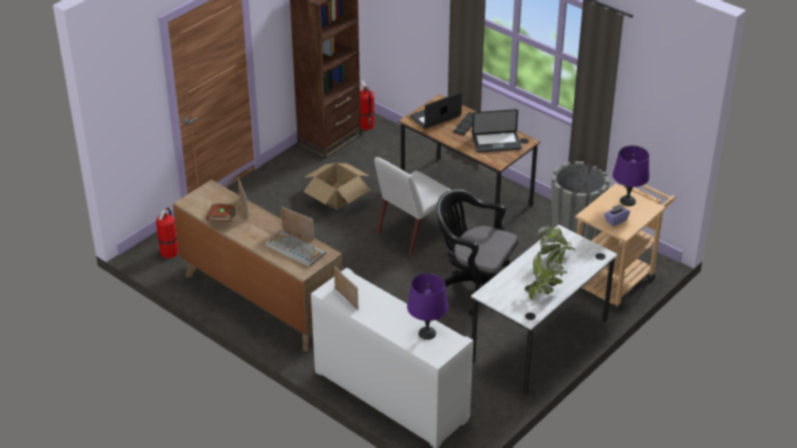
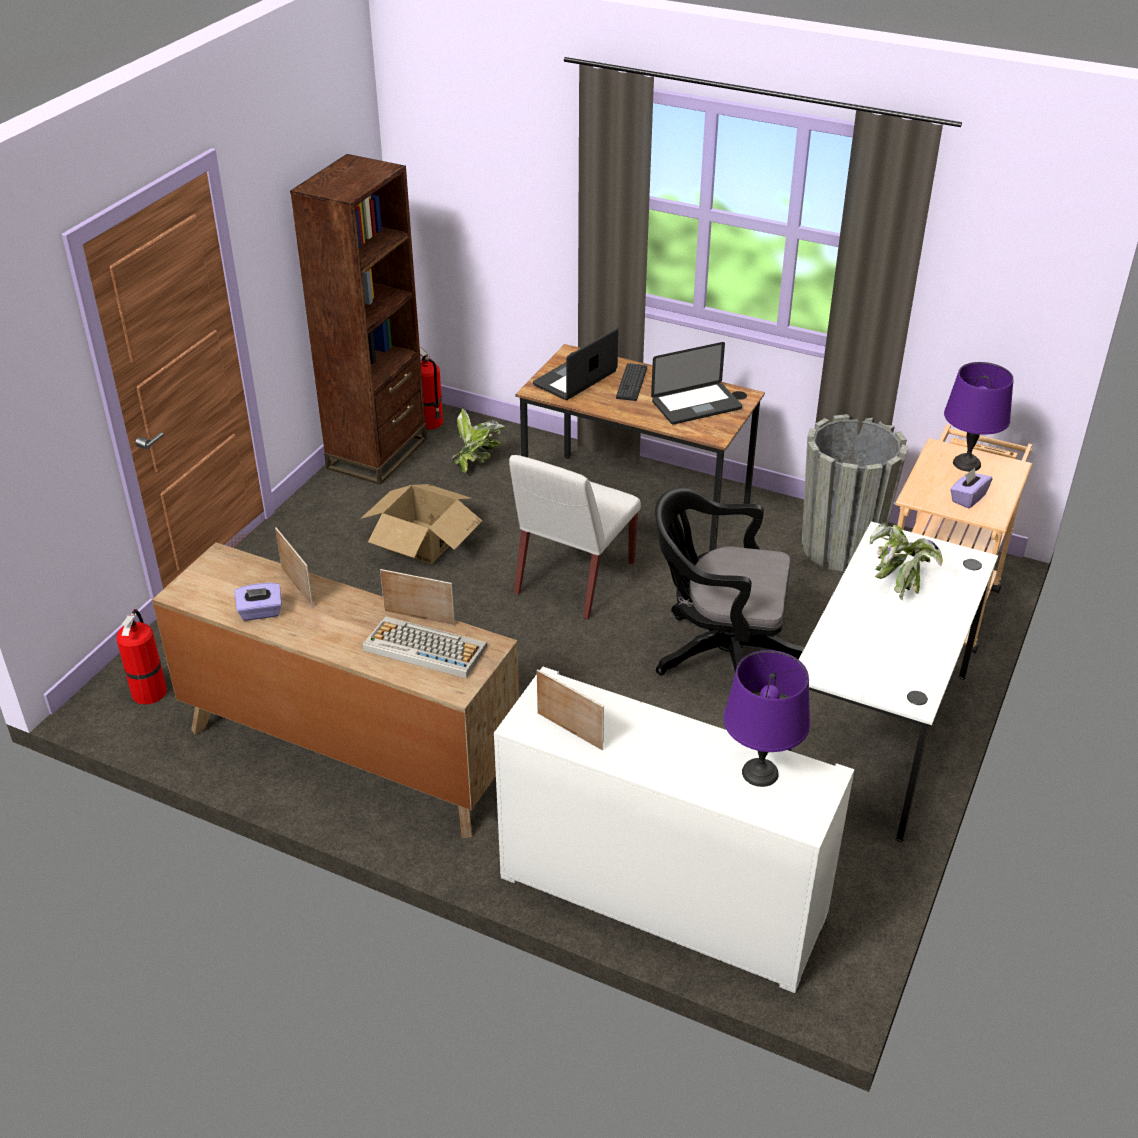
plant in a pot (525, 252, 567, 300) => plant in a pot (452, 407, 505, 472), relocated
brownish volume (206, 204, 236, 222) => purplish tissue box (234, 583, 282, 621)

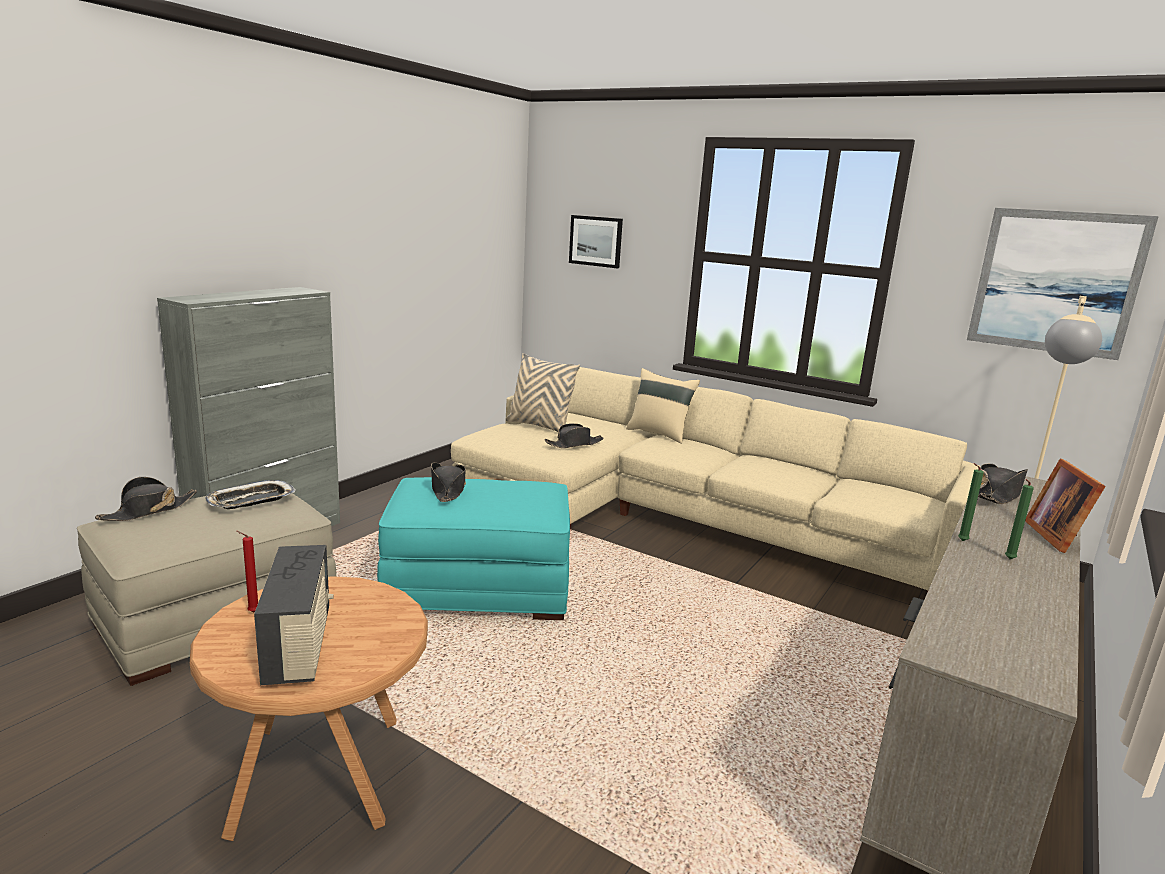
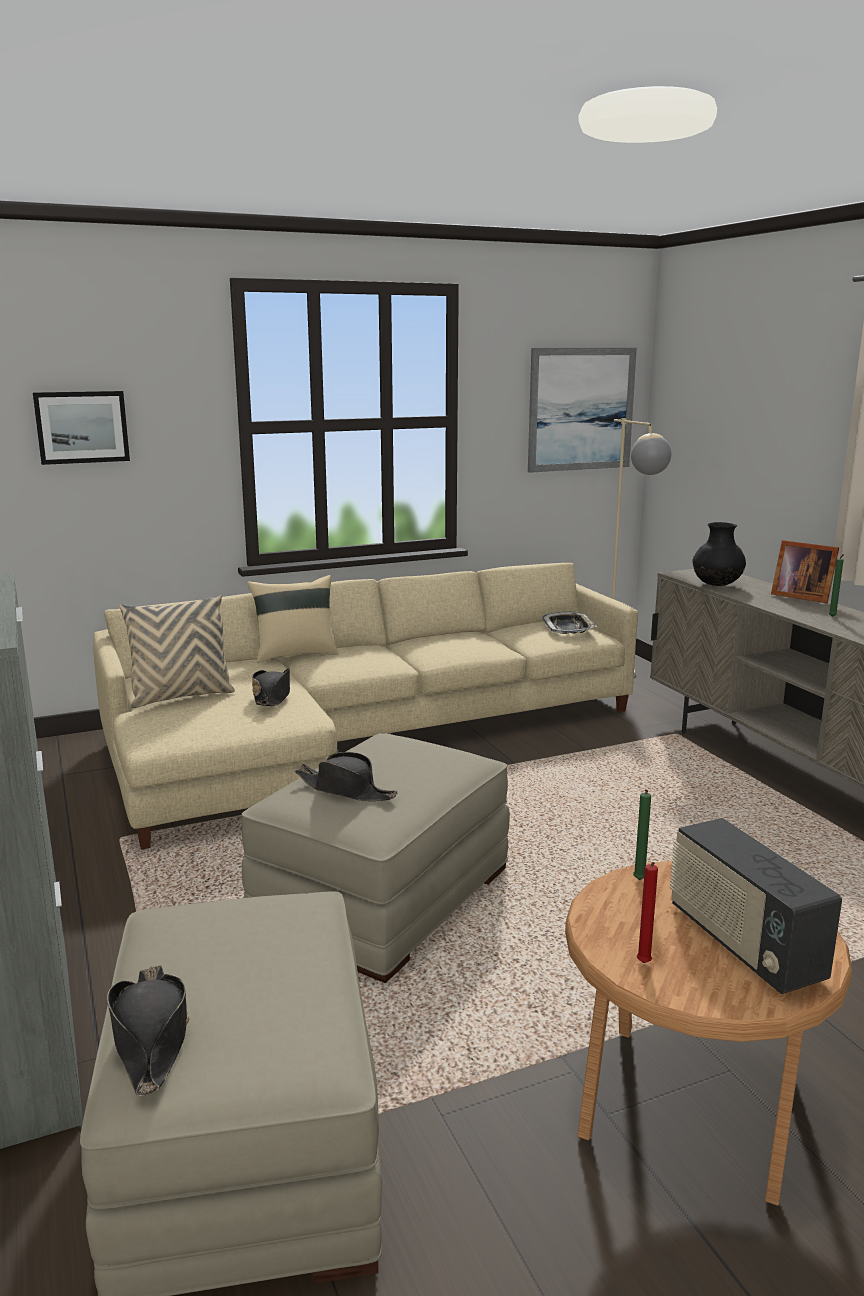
serving tray (206, 480, 296, 509) => serving tray (542, 612, 597, 634), relocated
greenish wax candle (958, 463, 984, 541) => greenish wax candle (633, 789, 651, 880), relocated
blackish hat (978, 463, 1028, 504) => blackish vase (693, 522, 746, 586)
blue-green footrest (377, 477, 570, 620) => beige-coloured footrest (241, 733, 510, 983)
radio receiver (254, 545, 334, 685) => radio receiver (670, 818, 842, 994), 135 degrees counterclockwise

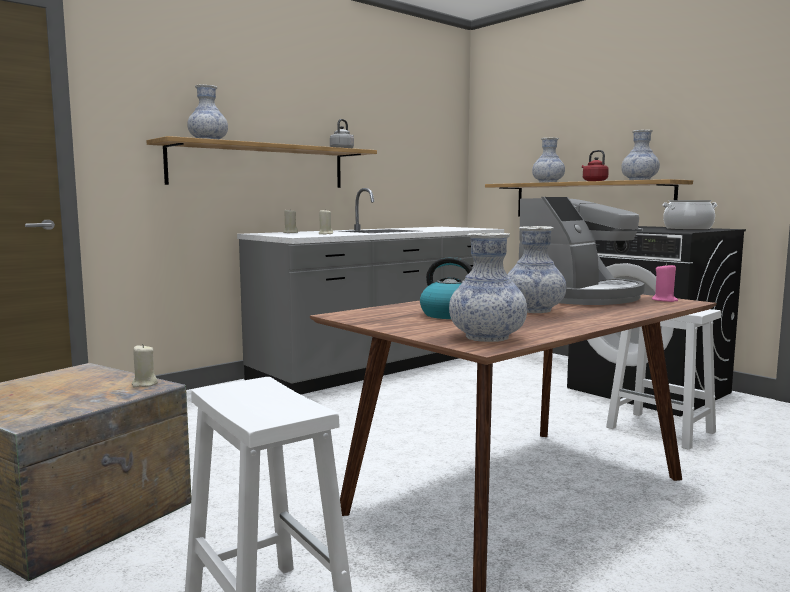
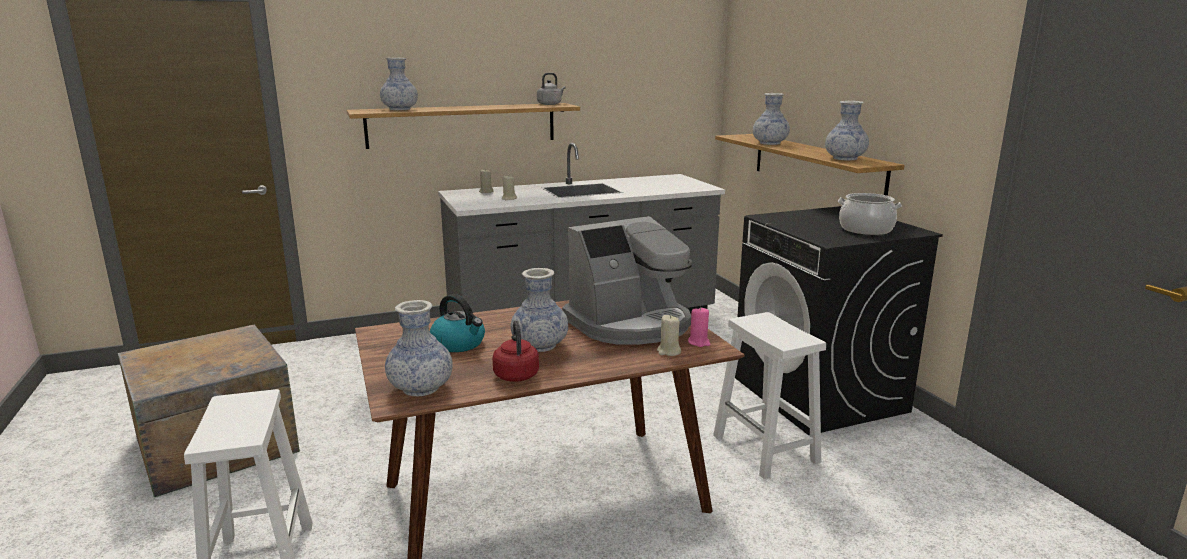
beige-coloured wax candle (132, 344, 158, 387) => beige-coloured wax candle (657, 315, 681, 356), relocated
red tea kettle (582, 150, 609, 181) => red tea kettle (493, 320, 539, 382), relocated

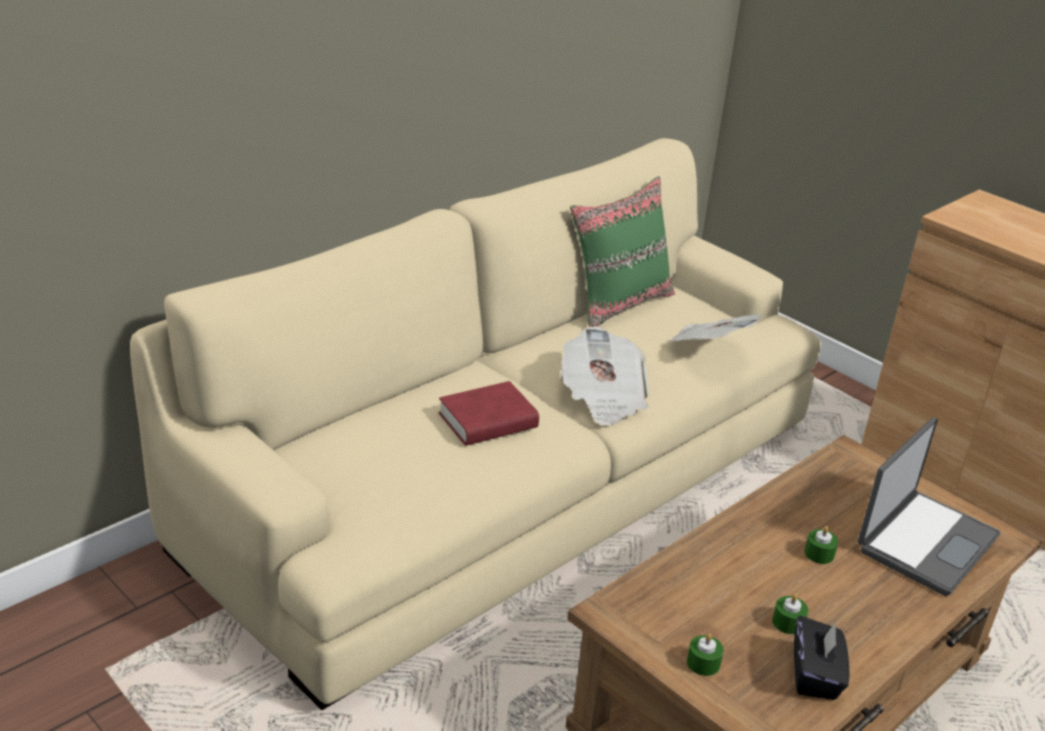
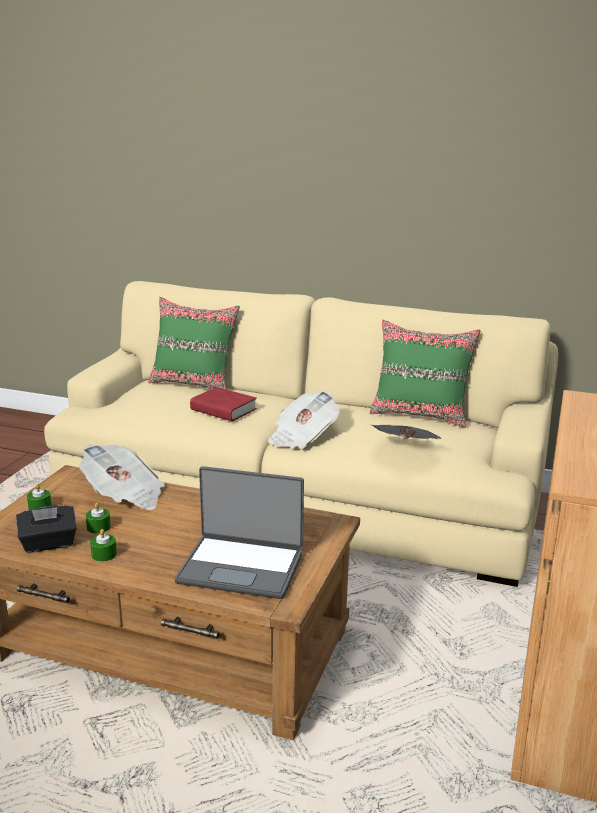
nothing => daily paper (79, 444, 165, 510)
nothing => greenish throw pillow (148, 297, 240, 390)
greenish wax candle (804, 526, 838, 564) => greenish wax candle (90, 529, 117, 562), relocated

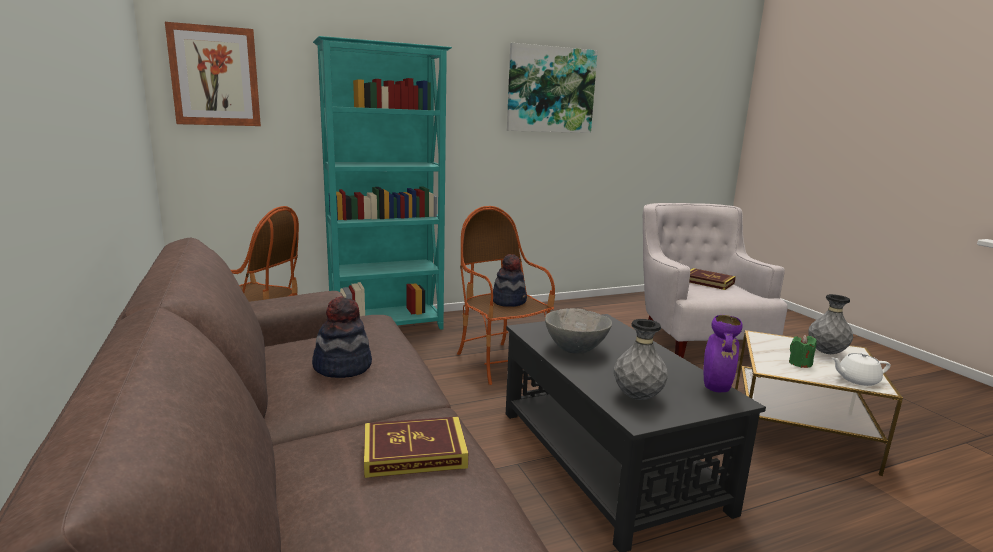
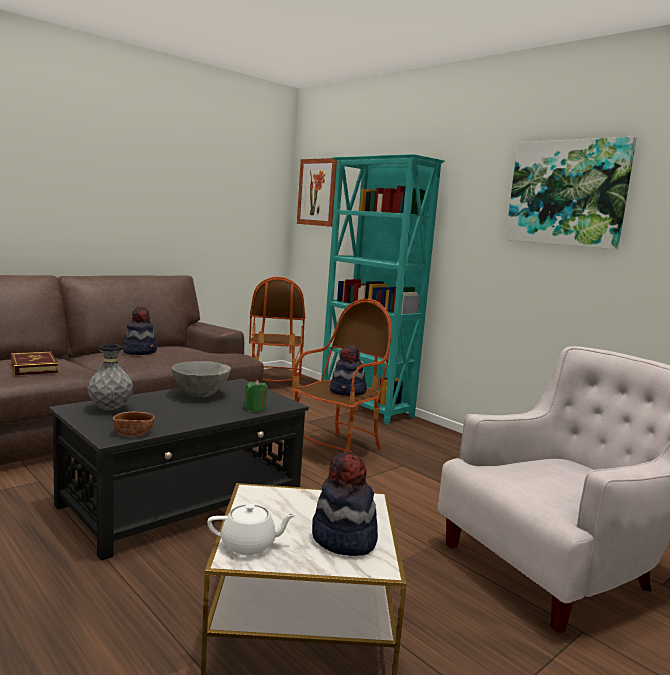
volume (689, 268, 736, 290) => nothing
greenish wax candle (789, 335, 817, 368) => greenish wax candle (244, 380, 268, 412), relocated
purplish vase (703, 315, 742, 392) => brownish deep dish (113, 412, 154, 436)
greyish vase (808, 294, 853, 354) => hat (312, 452, 378, 556)
white tea pot (832, 352, 890, 386) => white tea pot (207, 504, 297, 555), 105 degrees clockwise

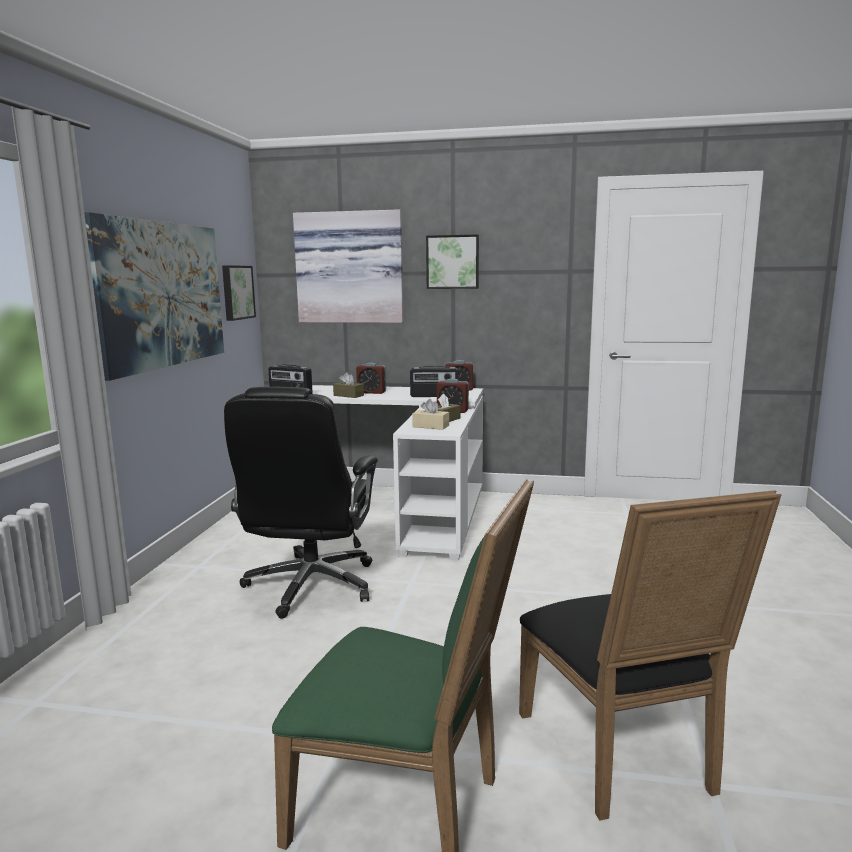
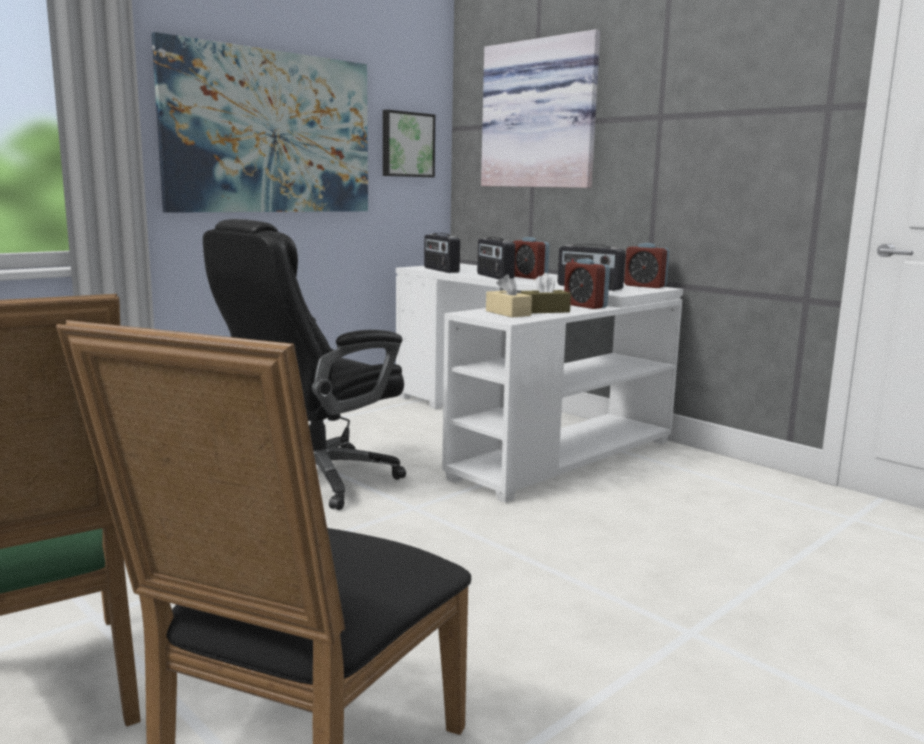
wall art (426, 234, 479, 289) => nothing
brownish tissue box (333, 372, 364, 398) => radio receiver (477, 237, 515, 280)

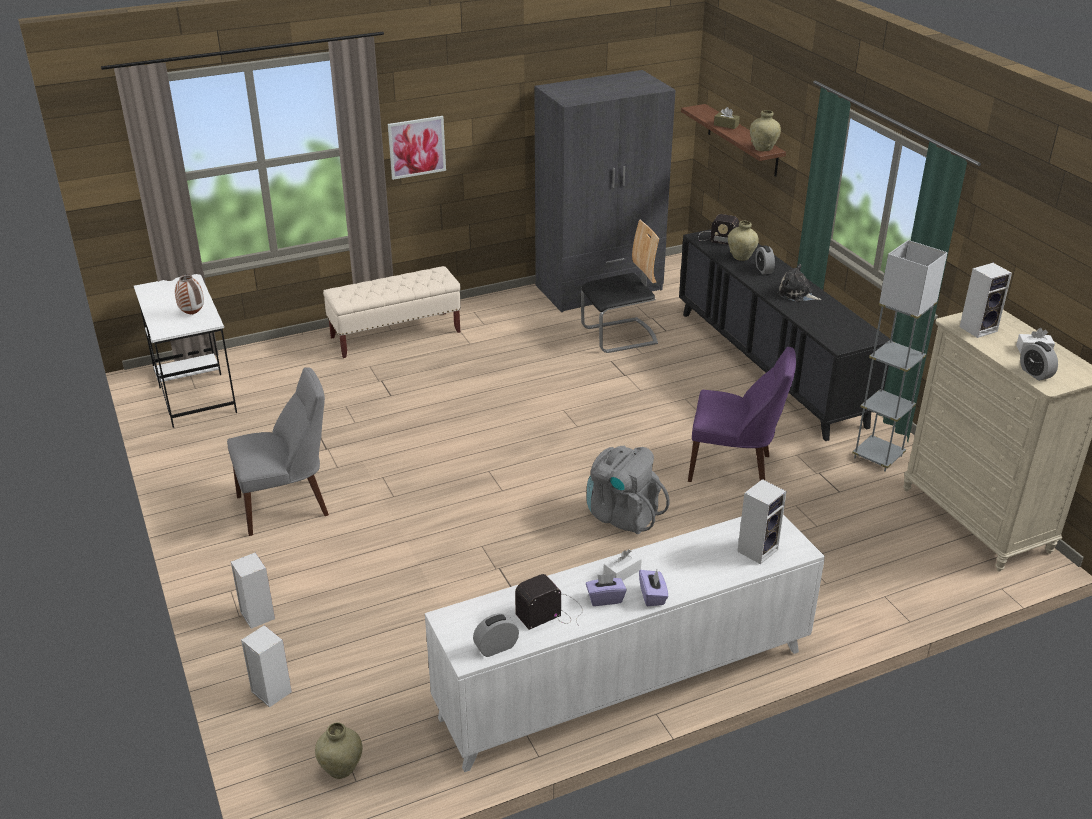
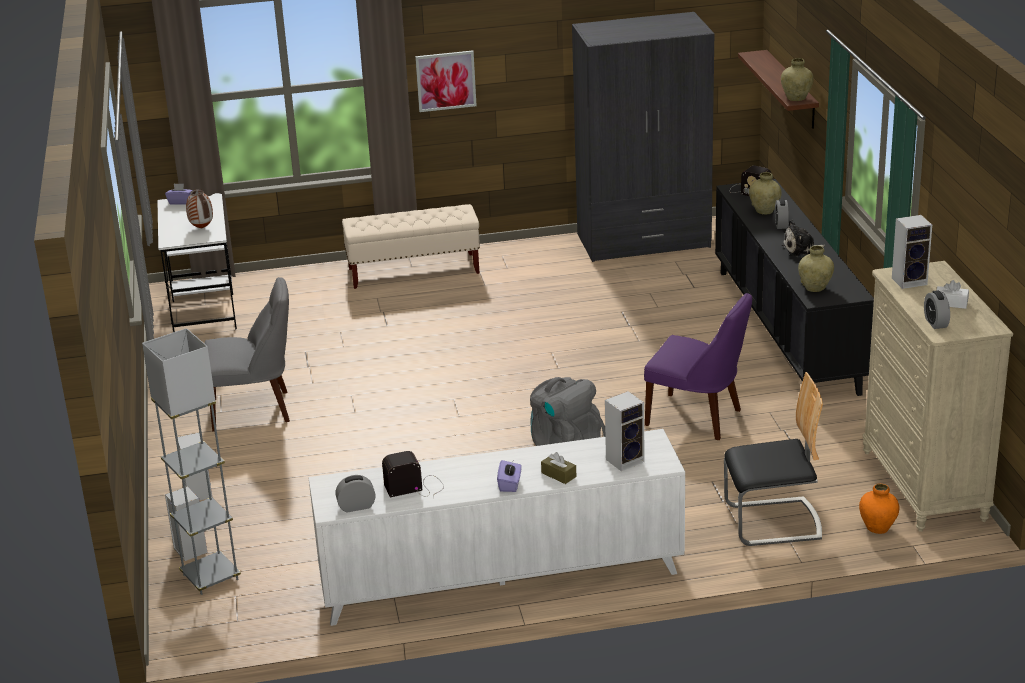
white tissue box (603, 549, 642, 581) => nothing
nothing => orange vase (859, 484, 899, 534)
beige-coloured vase (315, 722, 363, 779) => beige-coloured vase (798, 246, 834, 292), relocated
chair (581, 219, 659, 353) => chair (724, 372, 823, 546), relocated
purplish tissue box (586, 574, 627, 606) => purplish tissue box (165, 184, 192, 205), relocated
brownish tissue box (714, 107, 740, 129) => brownish tissue box (541, 452, 576, 484), relocated
greyish standard lamp (852, 240, 948, 472) => greyish standard lamp (142, 328, 241, 595), relocated
plush toy (778, 264, 821, 302) => plush toy (782, 220, 825, 258), 60 degrees counterclockwise

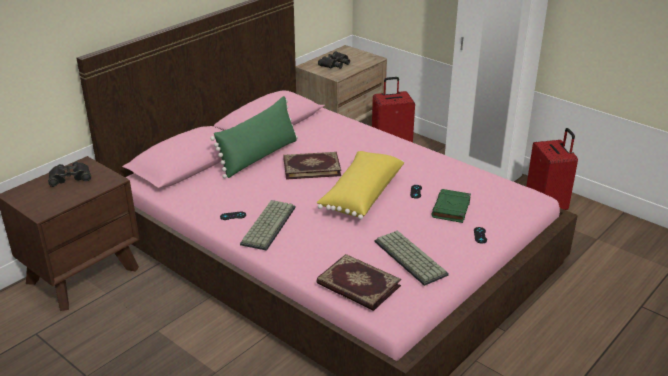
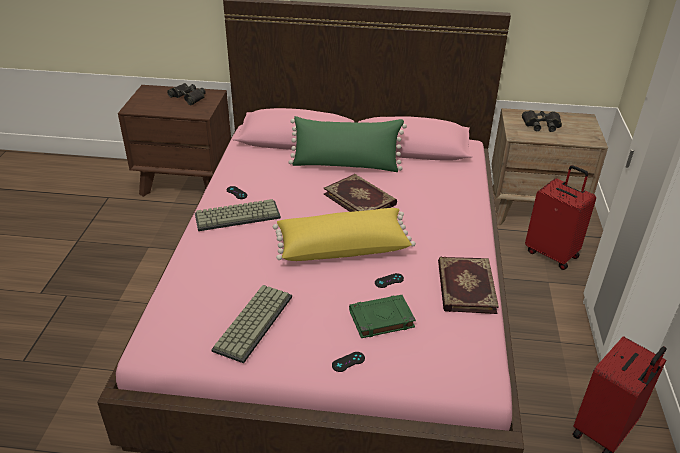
volume (316, 254, 401, 311) => volume (438, 257, 499, 314), relocated

